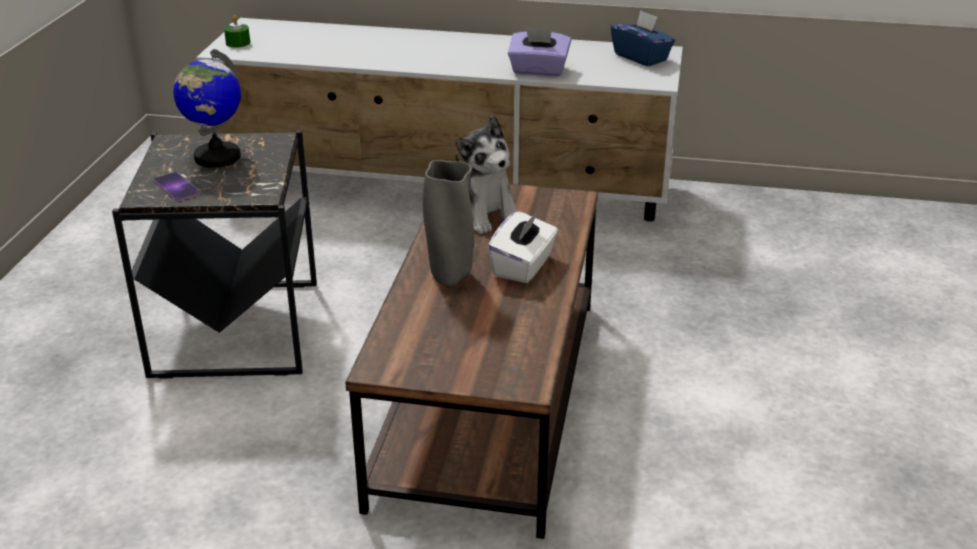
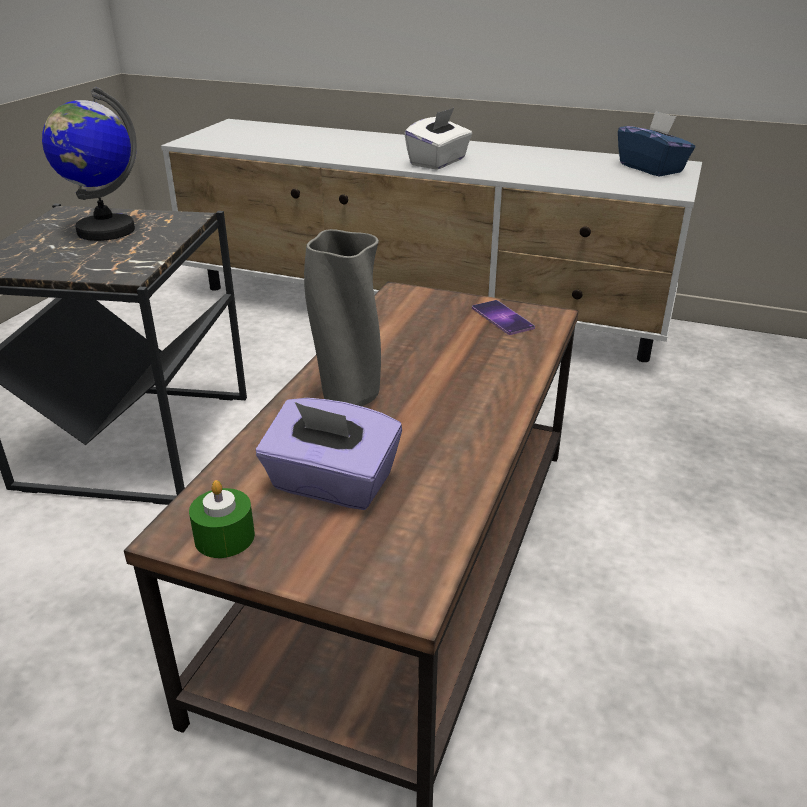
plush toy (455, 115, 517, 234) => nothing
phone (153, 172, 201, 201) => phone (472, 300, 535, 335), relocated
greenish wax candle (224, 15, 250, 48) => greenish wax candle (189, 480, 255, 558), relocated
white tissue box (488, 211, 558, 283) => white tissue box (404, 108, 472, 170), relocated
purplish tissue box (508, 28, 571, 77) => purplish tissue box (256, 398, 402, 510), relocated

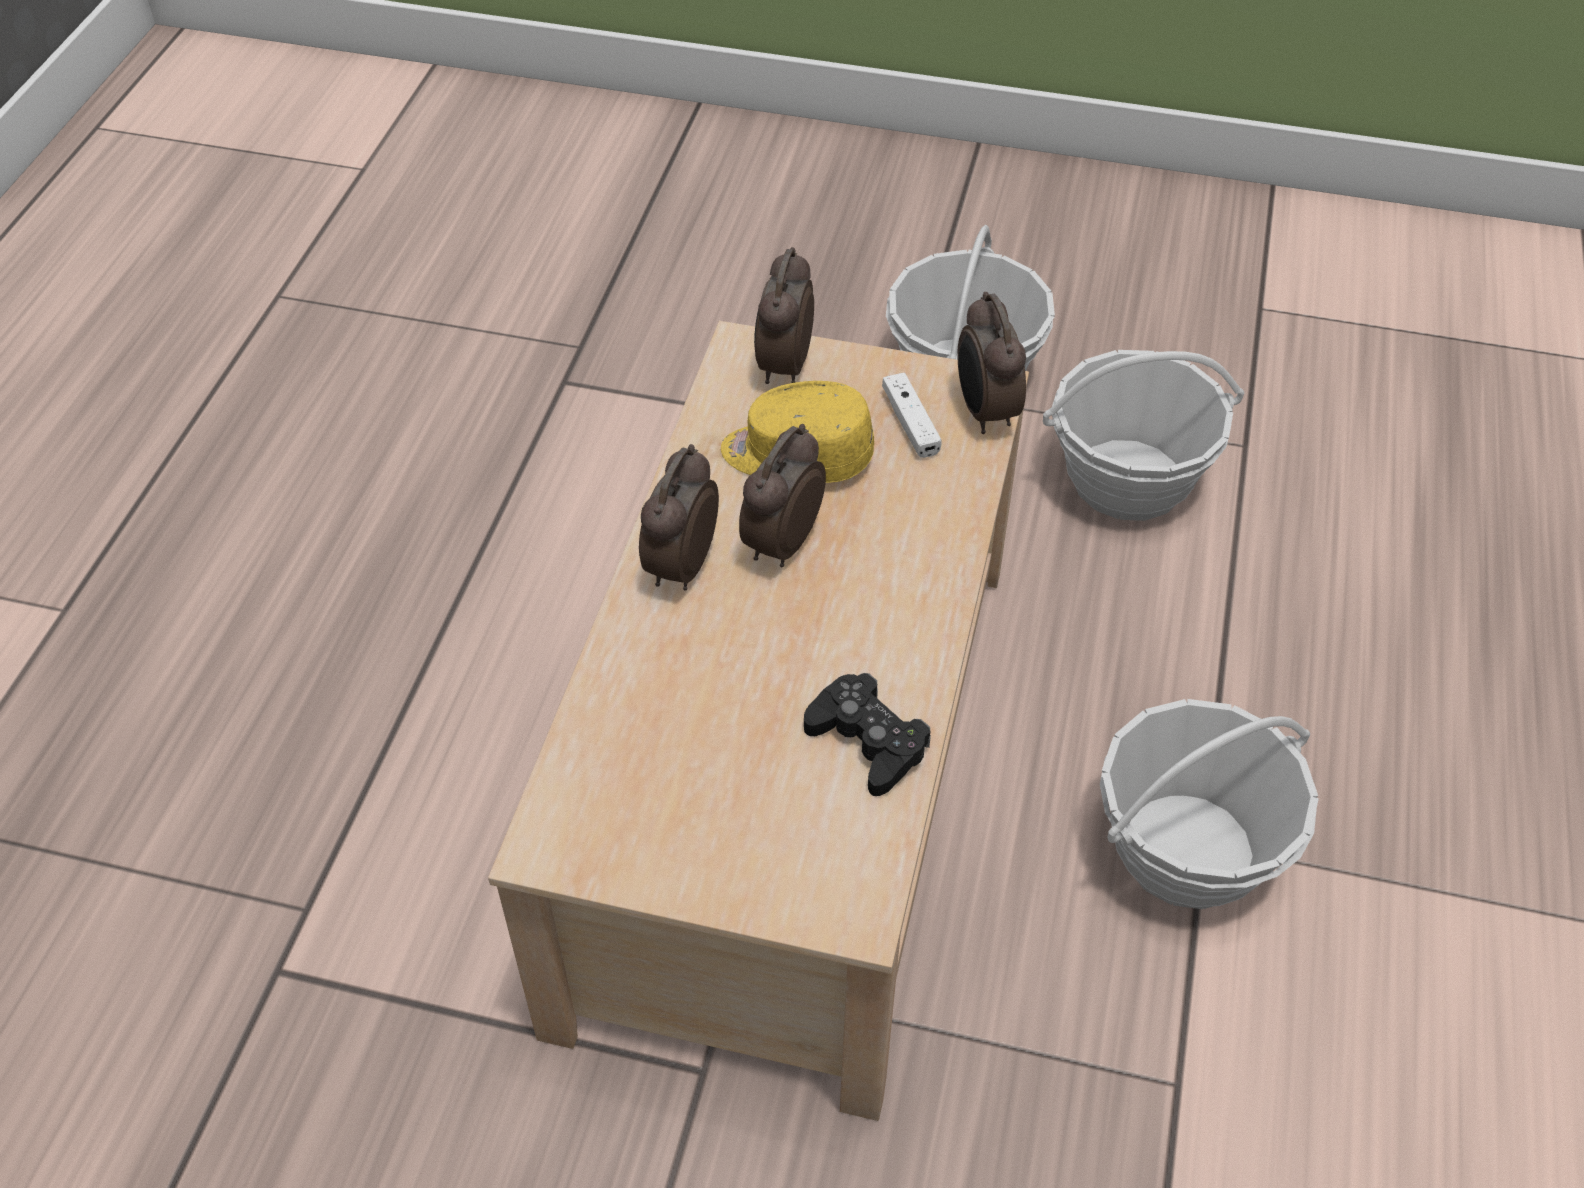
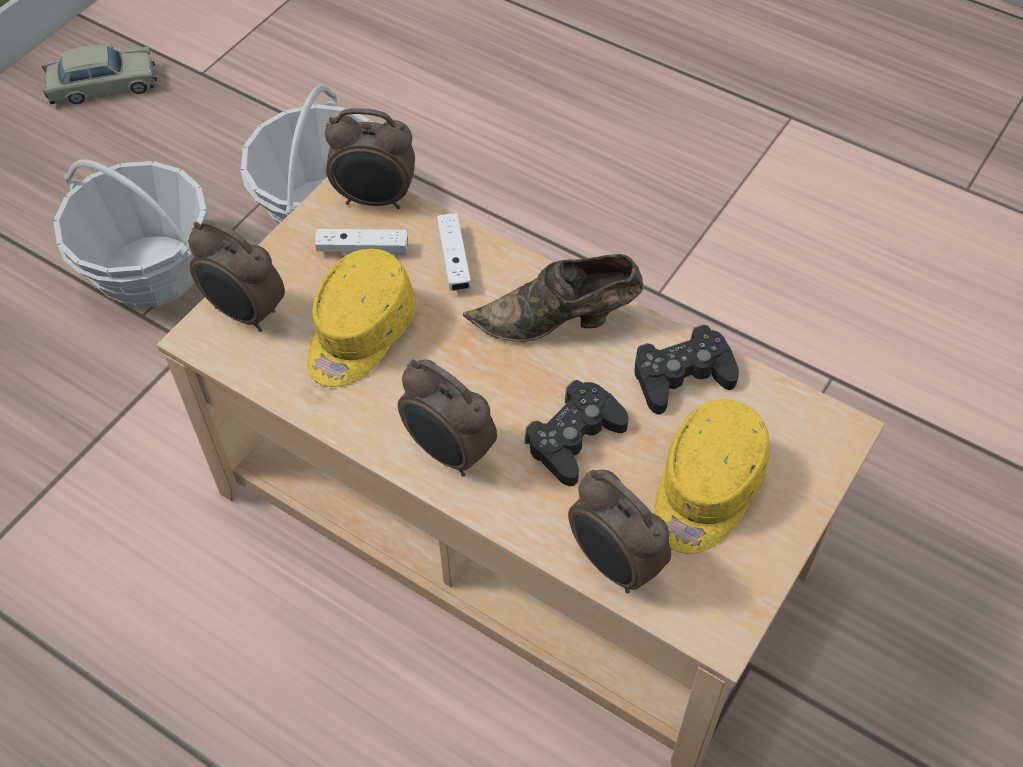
storage basket (1100, 699, 1319, 909) => nothing
nothing => beige-coloured miniature car (42, 44, 157, 104)
nothing => white gamepad (437, 213, 472, 291)
nothing => brownish shoe (463, 254, 643, 342)
nothing => blackish gamepad (525, 380, 628, 486)
nothing => yellowish cap (654, 399, 770, 554)
bedside clock (739, 424, 826, 567) => bedside clock (568, 470, 671, 594), relocated

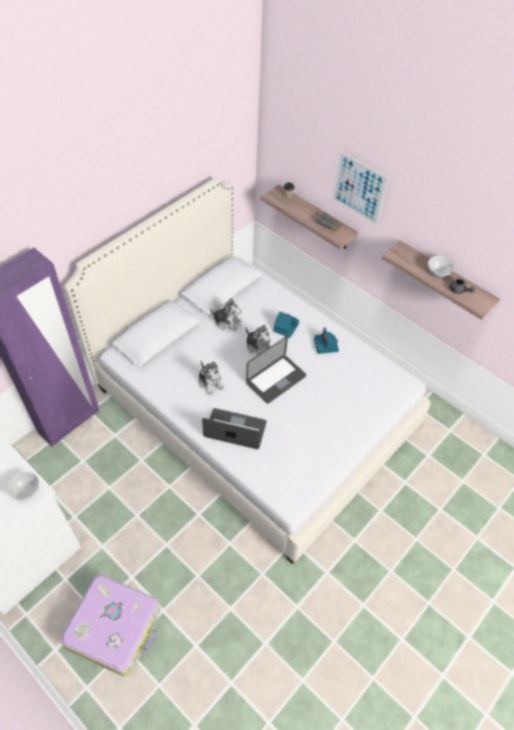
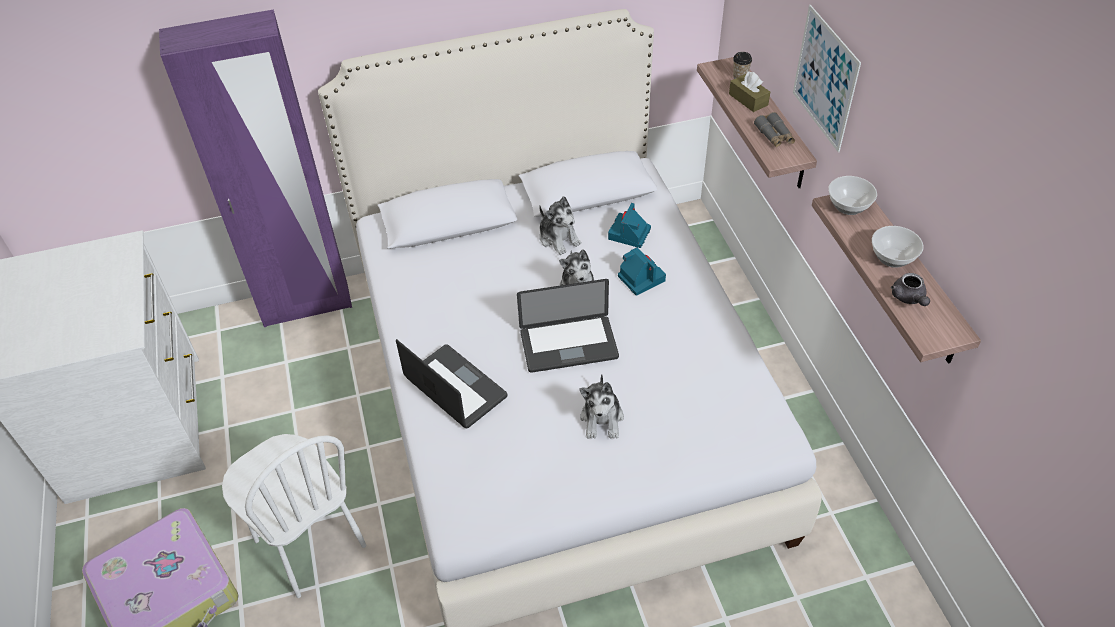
nothing => white chair (222, 434, 366, 598)
nothing => brownish tissue box (729, 71, 770, 112)
deep dish (7, 472, 39, 501) => deep dish (828, 176, 877, 215), relocated
plush toy (198, 360, 224, 395) => plush toy (580, 374, 624, 439), relocated
photo camera (314, 327, 339, 354) => photo camera (608, 203, 651, 248), relocated

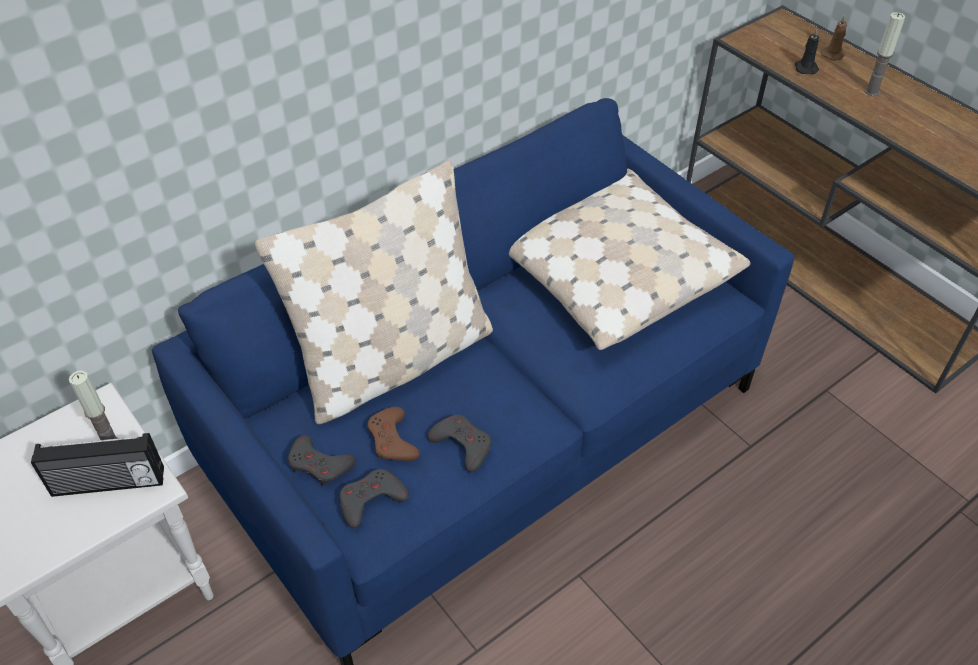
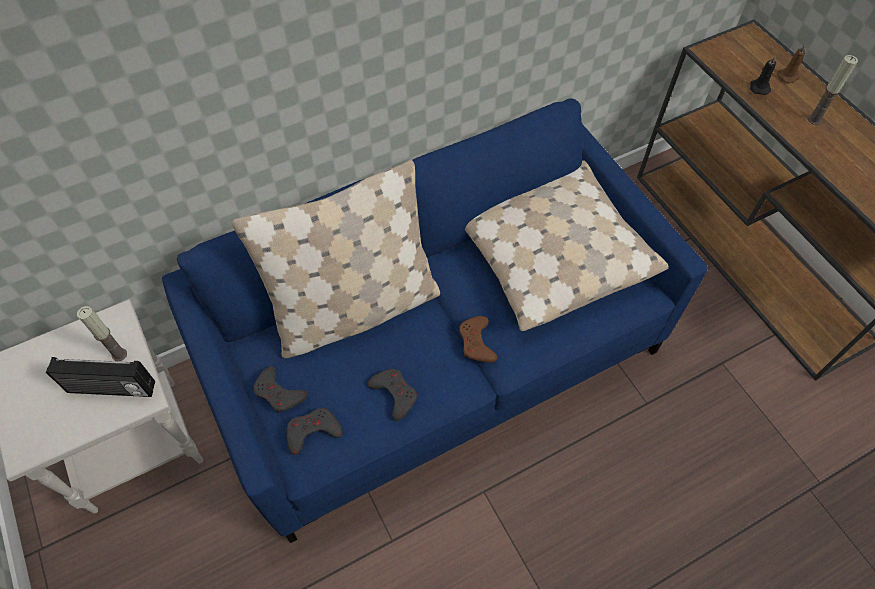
brownish gamepad (367, 407, 420, 461) => brownish gamepad (459, 316, 497, 363), relocated

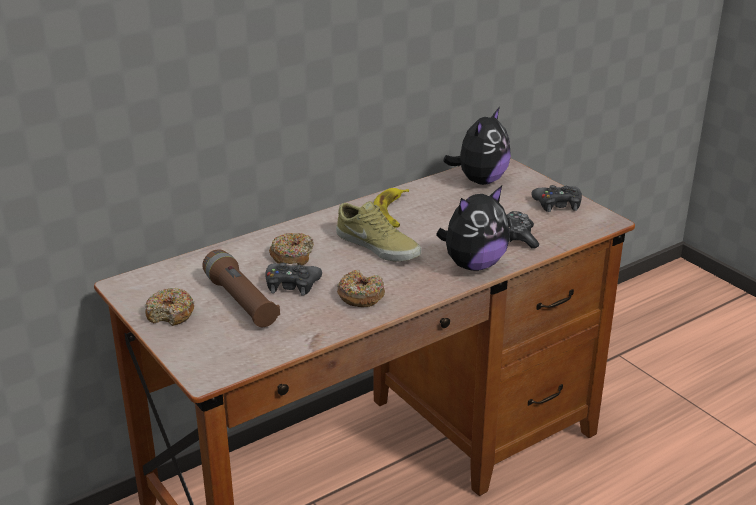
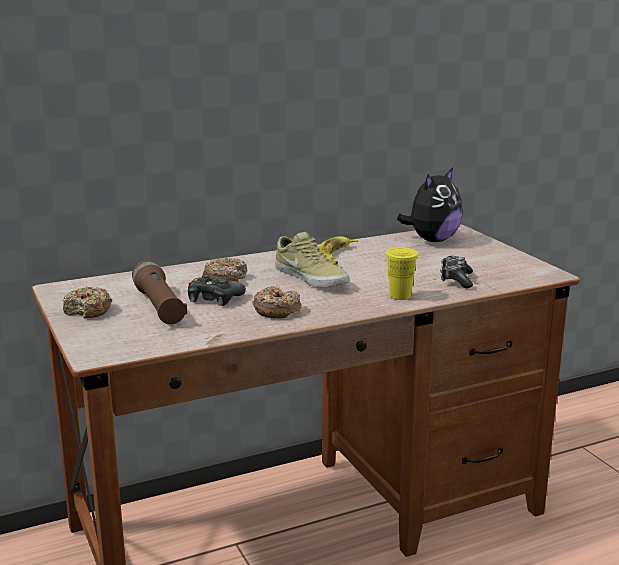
blackish gamepad (531, 185, 582, 212) => nothing
plush toy (436, 186, 509, 271) => yellowish cup (385, 247, 419, 300)

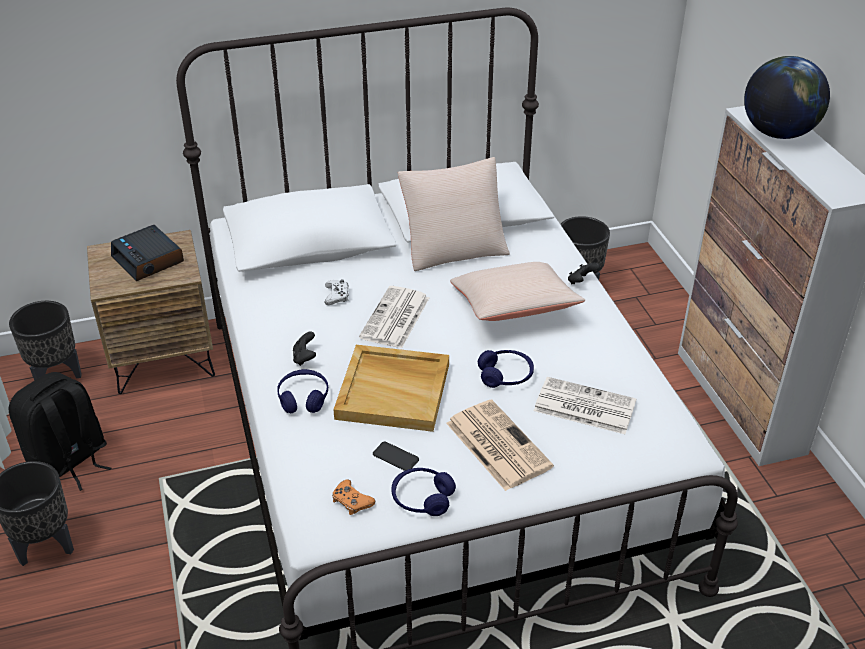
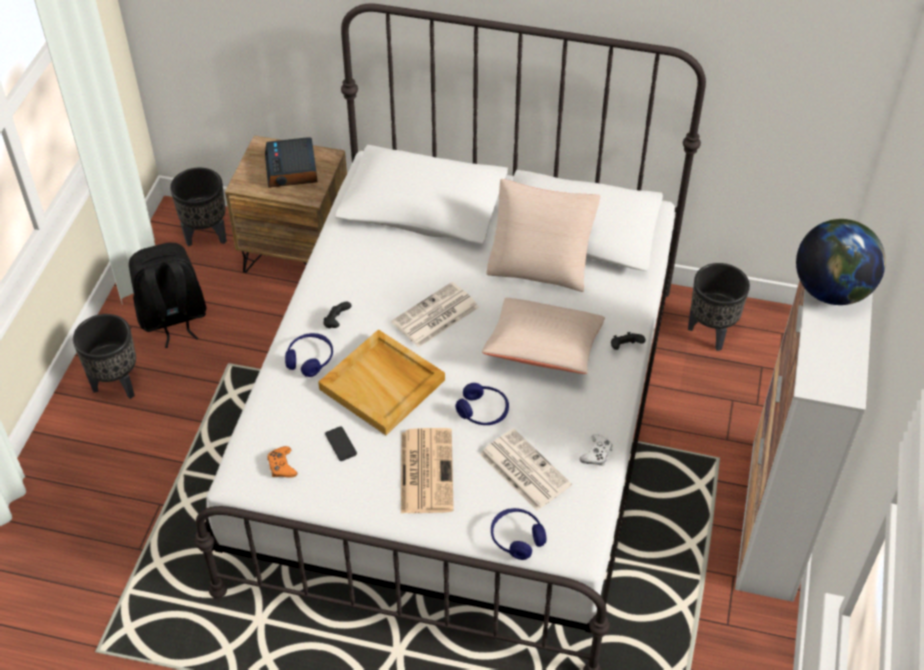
white gamepad (325, 279, 349, 305) => white gamepad (580, 434, 613, 466), relocated
blue-coloured headset (391, 468, 456, 516) => blue-coloured headset (491, 508, 547, 560), relocated

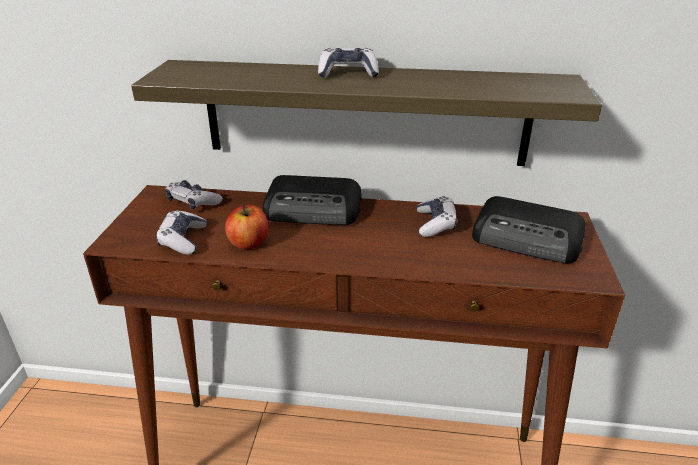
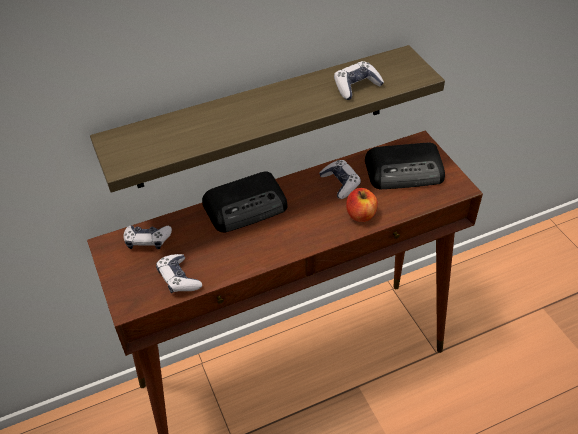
apple fruit (225, 204, 268, 249) => apple fruit (346, 188, 378, 222), relocated
gamepad (318, 48, 379, 78) => gamepad (334, 61, 384, 100), relocated

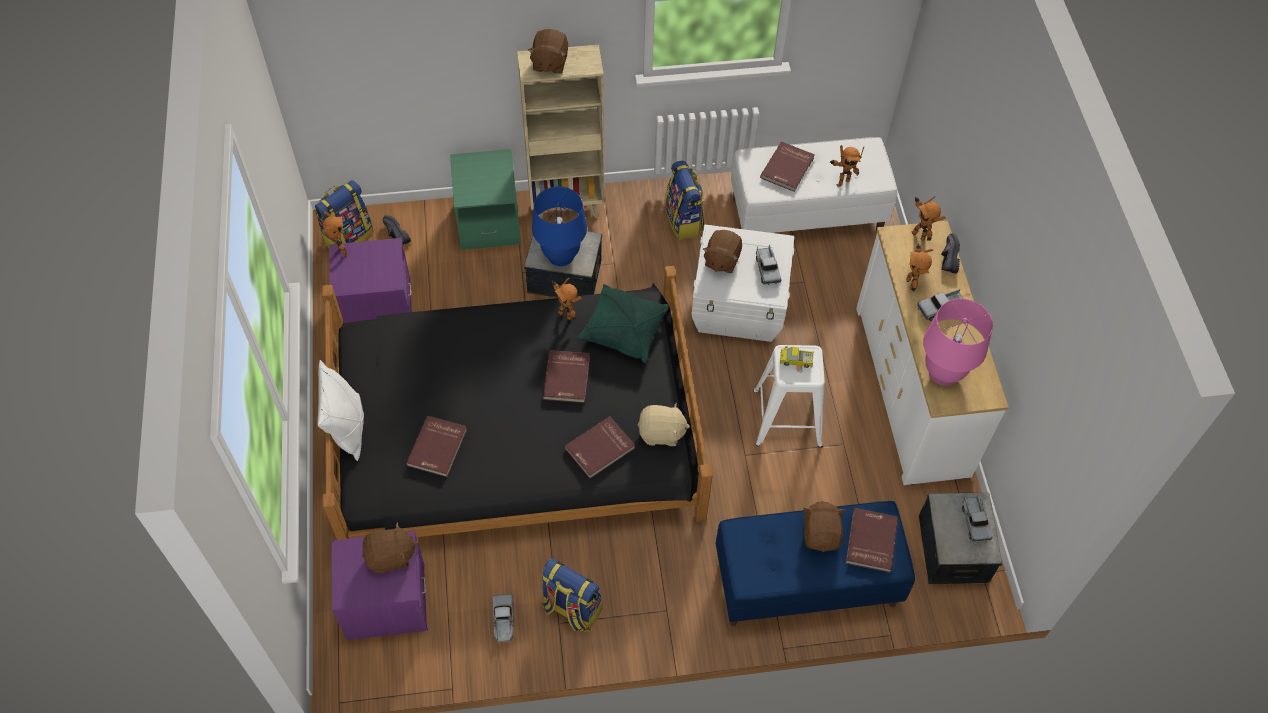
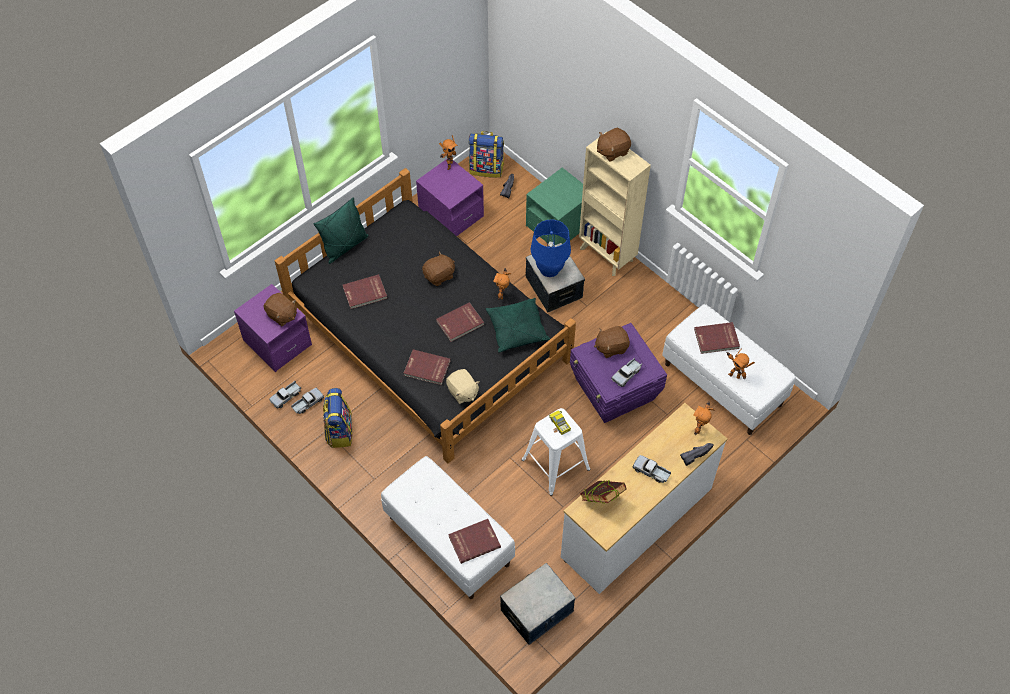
backpack (664, 161, 704, 240) => nothing
toy robot (906, 243, 933, 292) => nothing
brownish plush toy (803, 501, 845, 552) => brownish plush toy (422, 252, 455, 286), relocated
model truck (962, 495, 993, 542) => model truck (269, 381, 301, 409), relocated
pink-coloured table lamp (923, 299, 993, 386) => volume (580, 481, 626, 503)
white throw pillow (317, 360, 364, 461) => greenish throw pillow (314, 197, 369, 264)
white storage container (691, 225, 794, 342) => purplish storage container (570, 323, 667, 423)
blue-coloured bench (716, 501, 915, 626) => white bench (381, 456, 515, 599)

